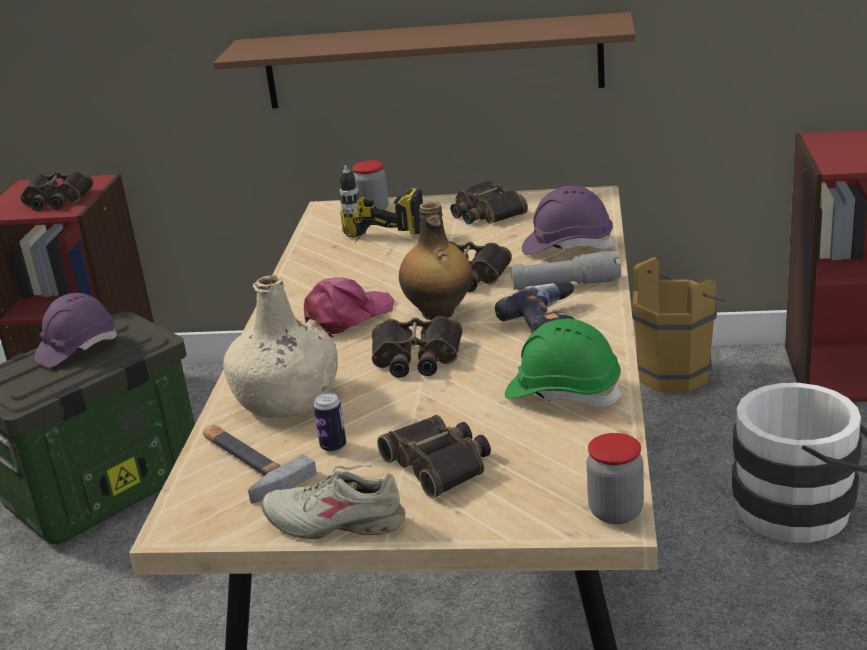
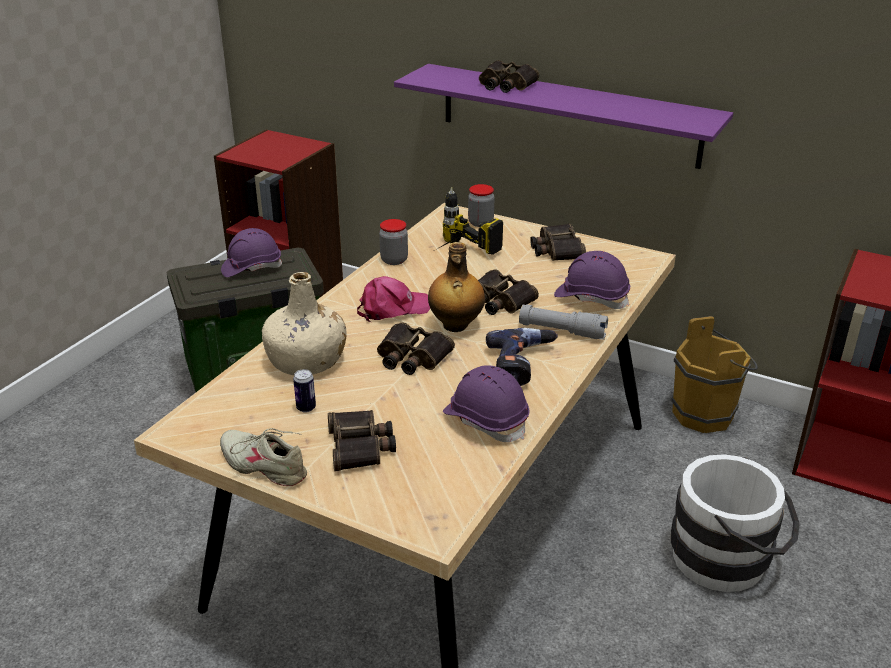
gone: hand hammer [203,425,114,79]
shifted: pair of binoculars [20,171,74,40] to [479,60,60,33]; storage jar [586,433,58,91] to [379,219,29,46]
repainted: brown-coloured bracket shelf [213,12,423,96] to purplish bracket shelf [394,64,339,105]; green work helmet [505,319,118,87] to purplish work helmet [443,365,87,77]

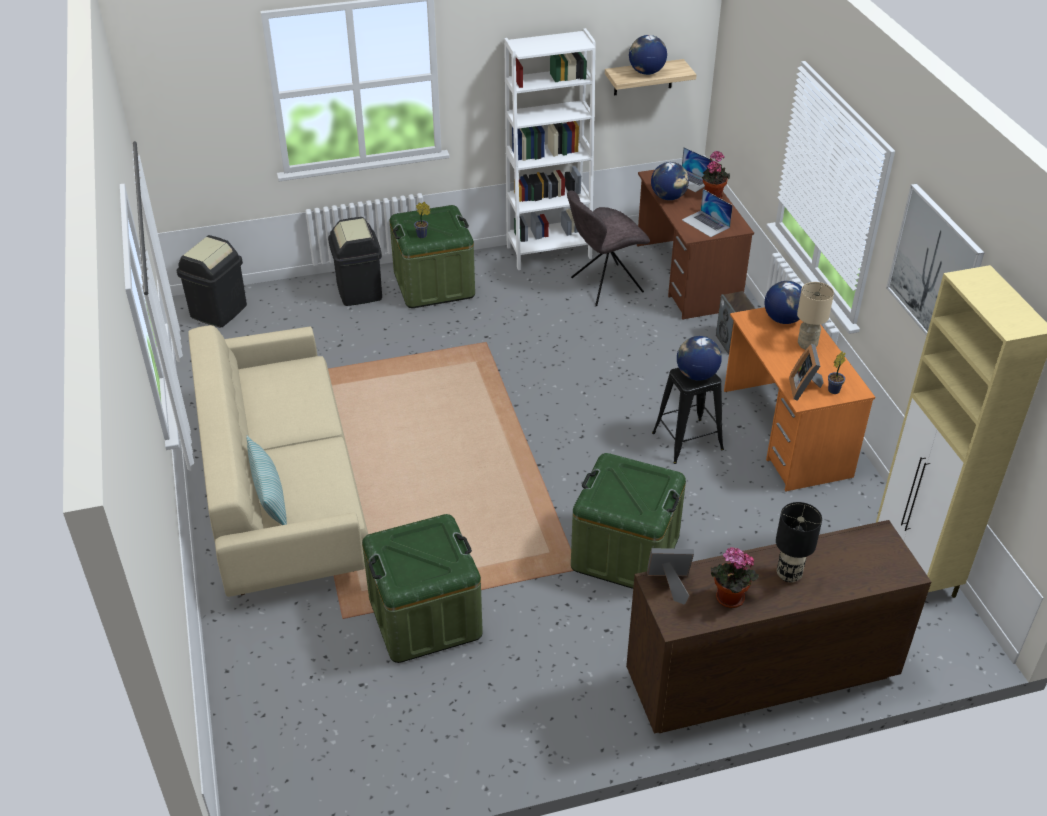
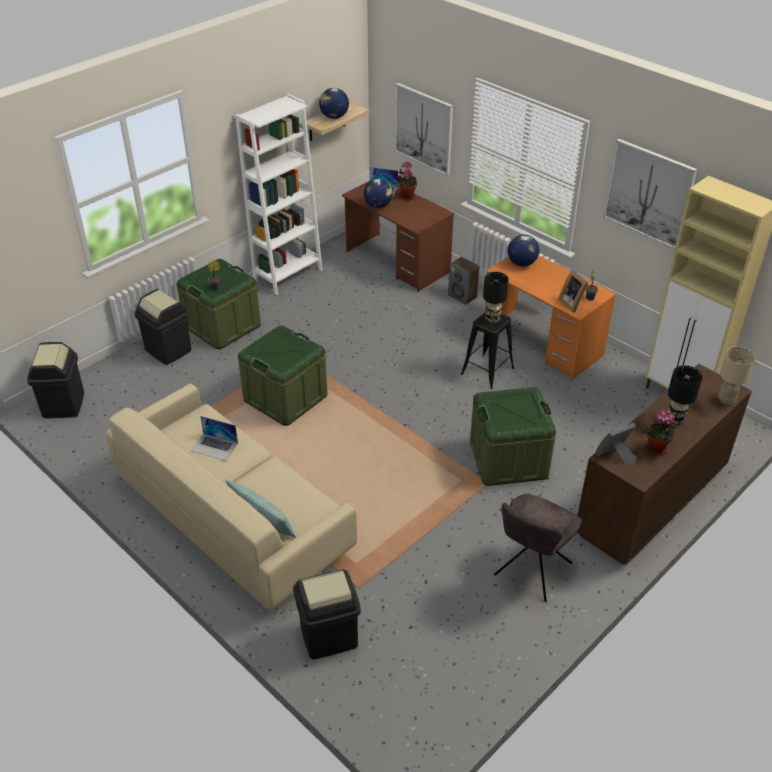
new: wall picture [394,83,59,93]; black waste bin [293,569,68,90]
shifted: portable computer [682,189,51,48] to [191,416,47,45]; grey plain chair [567,190,83,116] to [494,494,88,108]; beige-coloured table lamp [797,282,37,68] to [718,347,37,58]; green storage box [362,514,121,149] to [238,325,89,101]
swapped: world globe [677,336,45,45] to black table lamp [483,272,26,51]

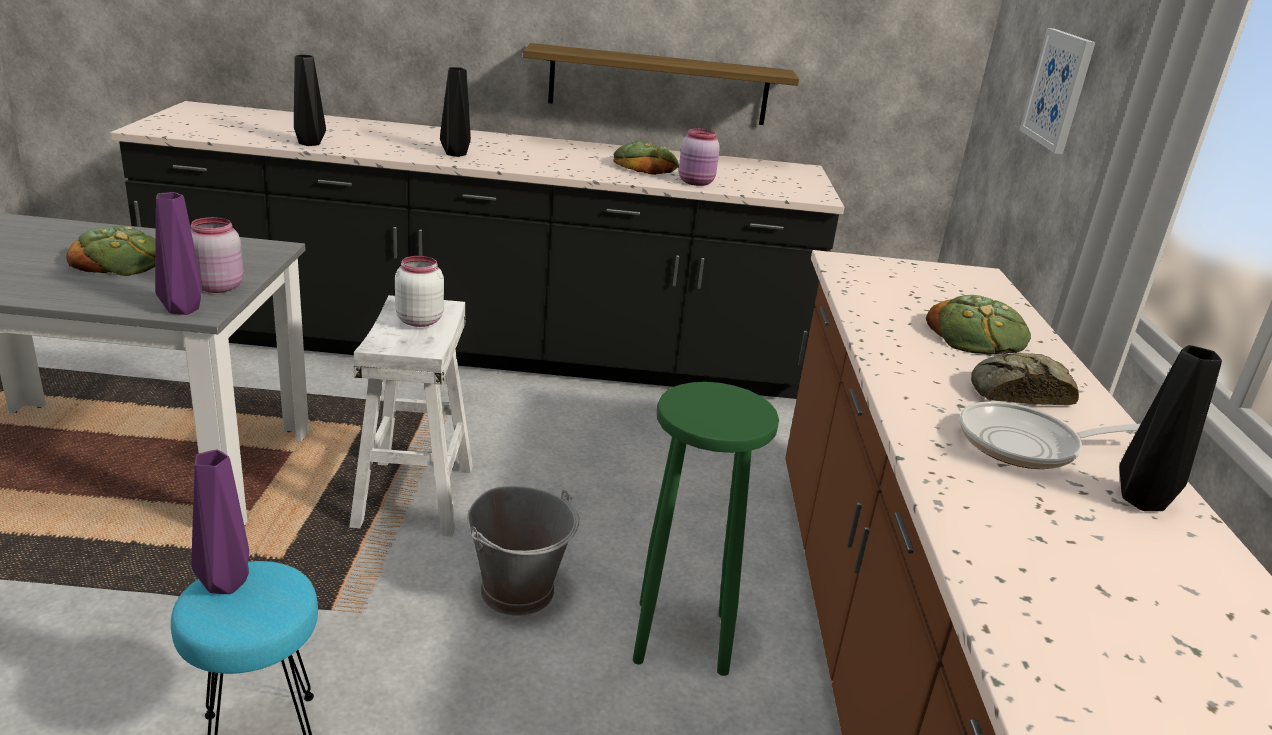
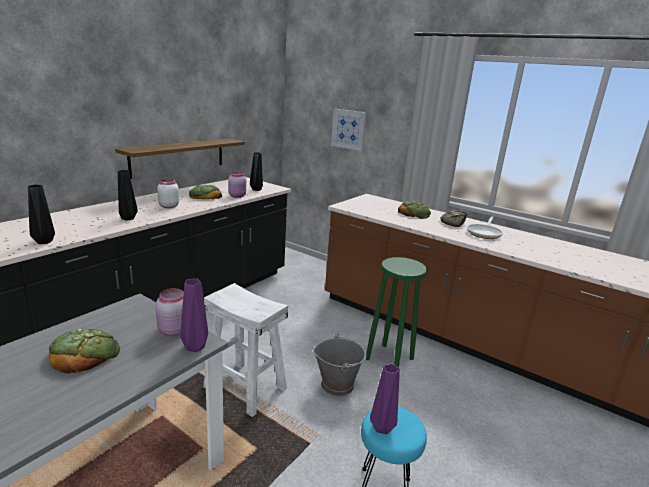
shifted: whitish storage jar [395,256,49,71] to [157,179,22,29]; black decorative vase [1119,345,103,166] to [250,152,13,39]

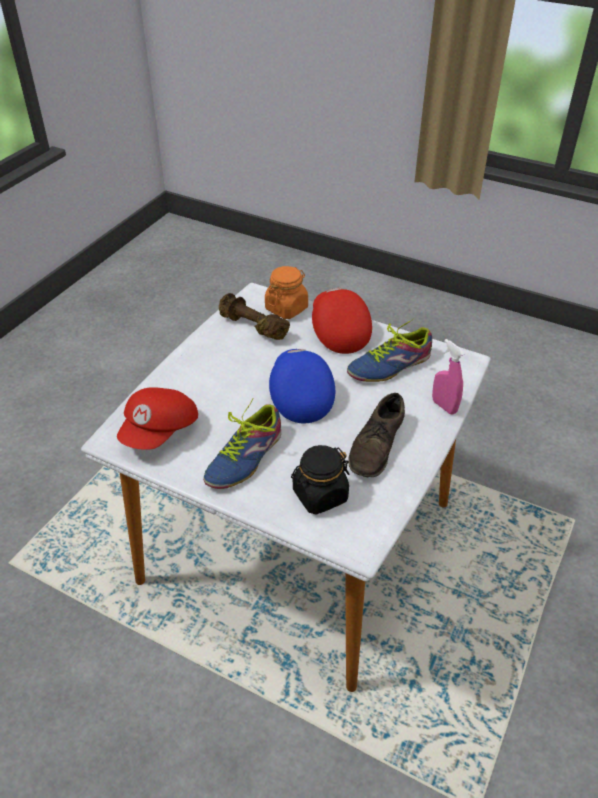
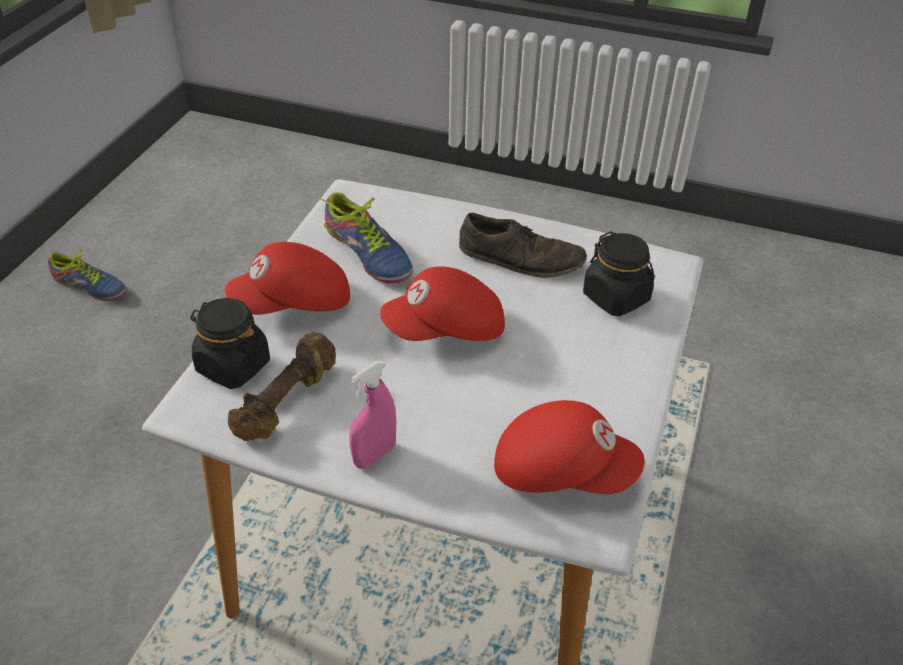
shifted: pinkish spray bottle [432,339,33,76] to [349,360,47,109]; shoe [203,399,78,90] to [44,249,82,52]
repainted: orange storage jar [265,266,43,53] to black storage jar [190,298,80,91]; bluish baseball cap [269,349,66,74] to reddish baseball cap [380,266,125,75]

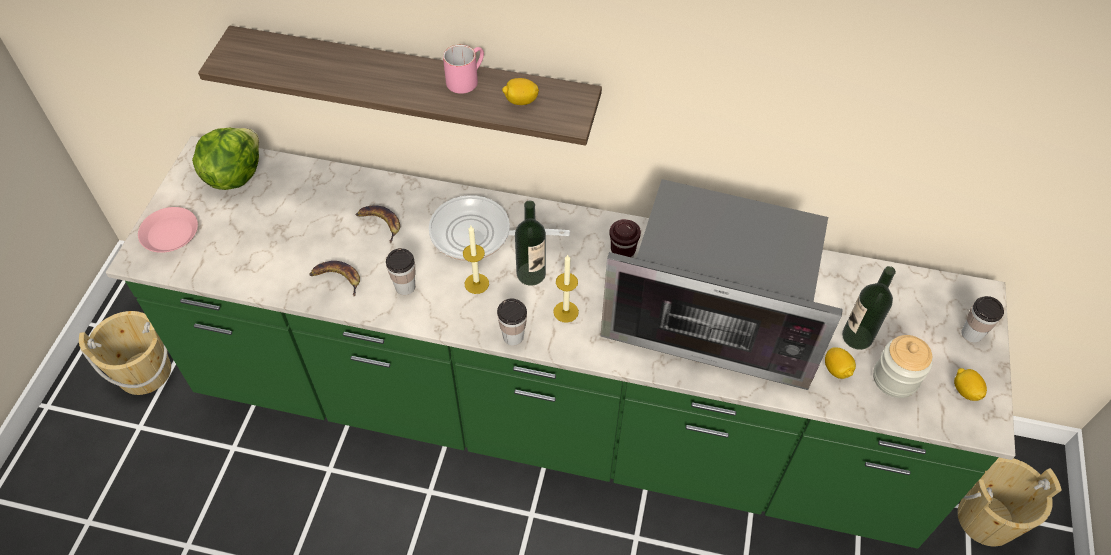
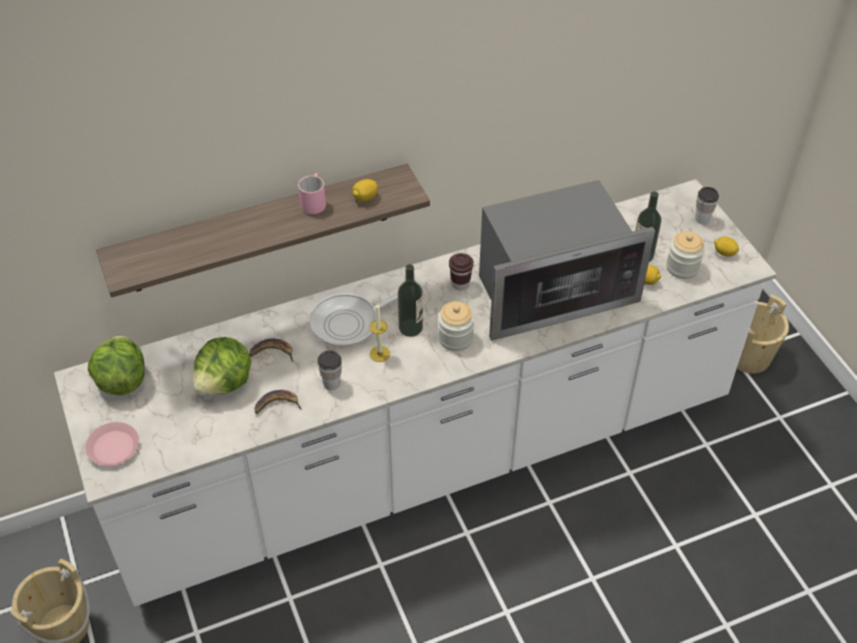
gone: drinking cup [497,298,30,48]
new: lettuce head [193,337,59,59]
swapped: wax candle [553,255,26,68] to storage jar [438,301,36,50]
repainted: green counter [106,136,909,413] to whitish counter [54,179,722,428]

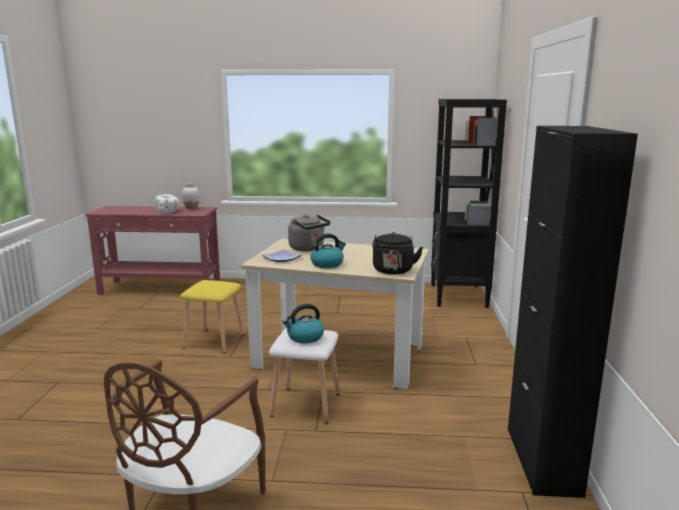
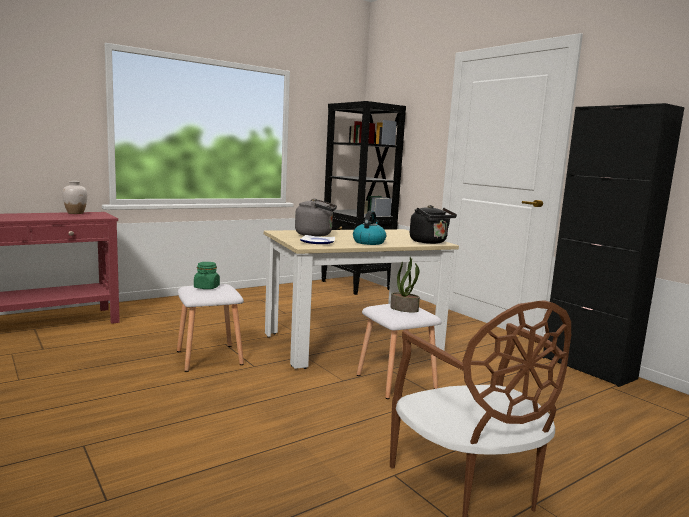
gone: whitish serving bowl [155,194,24,19]
new: green storage jar [194,262,26,27]
swapped: water kettle [282,304,42,39] to potted plant [390,257,30,56]
repainted: yellow-coloured stool seat [180,280,65,74] to whitish stool seat [177,284,67,88]

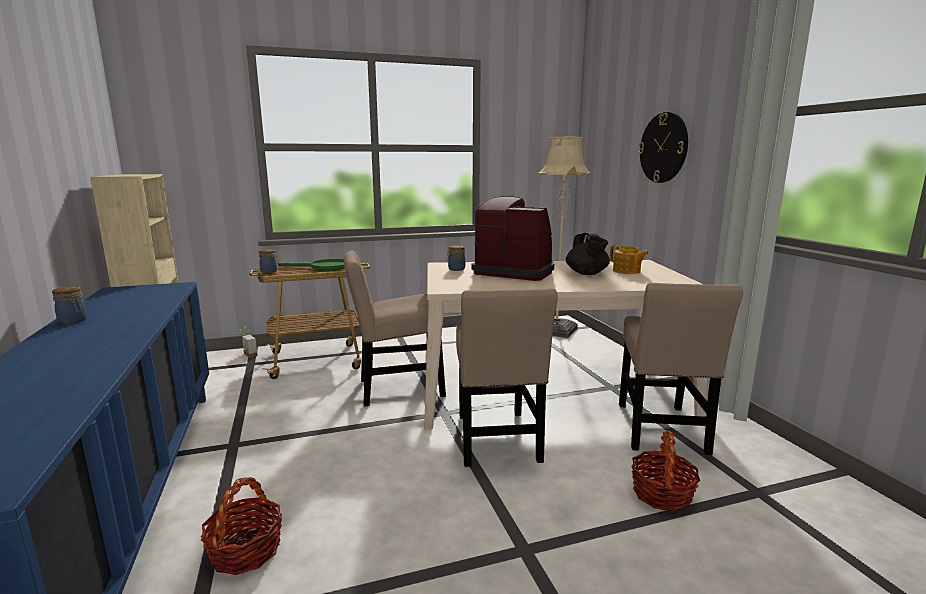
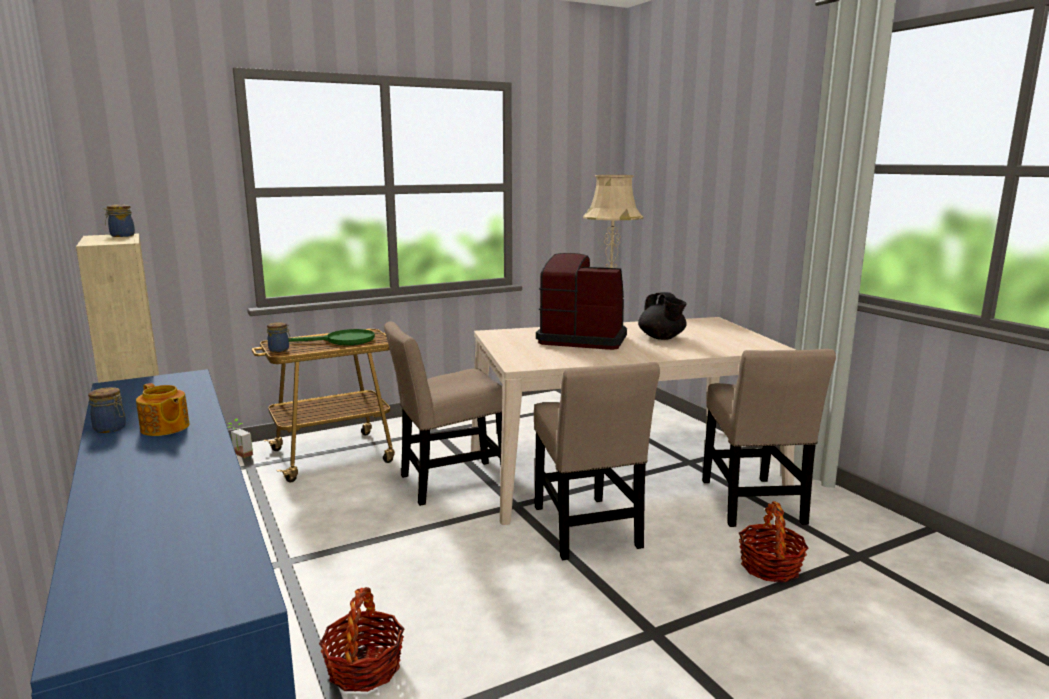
gone: wall clock [638,112,50,71]
shifted: storage jar [447,245,18,26] to [104,204,31,33]; teapot [610,245,39,29] to [136,383,54,53]

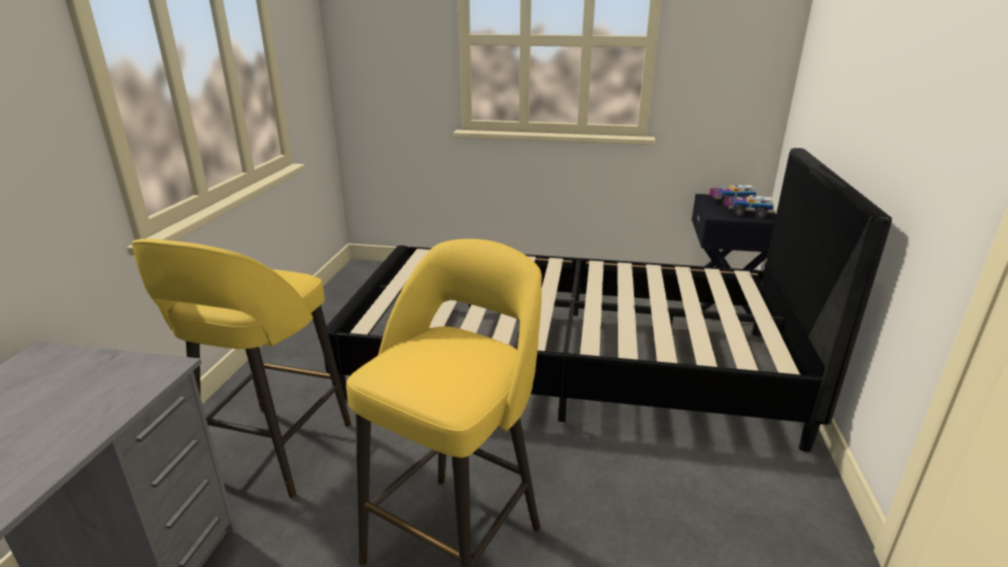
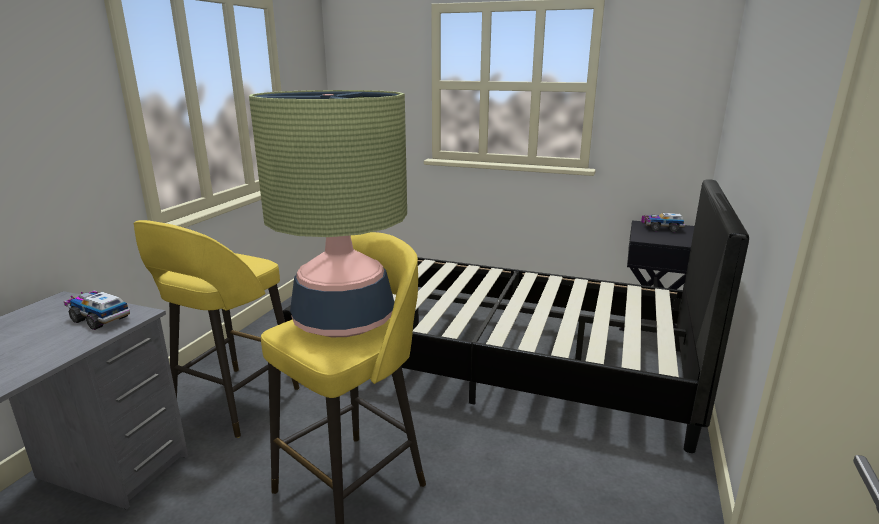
new: table lamp [249,90,158,247]
shifted: toy truck [725,195,50,24] to [64,290,66,40]

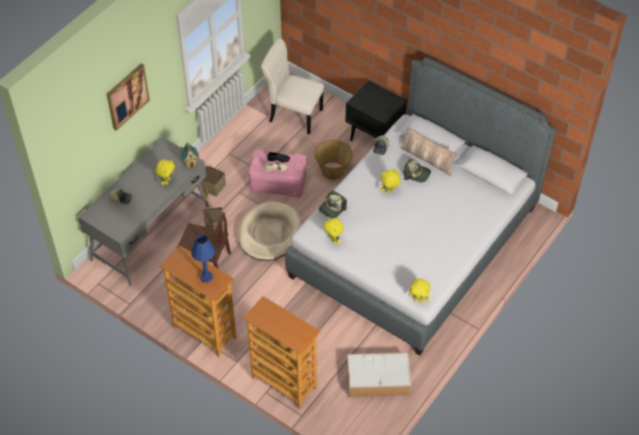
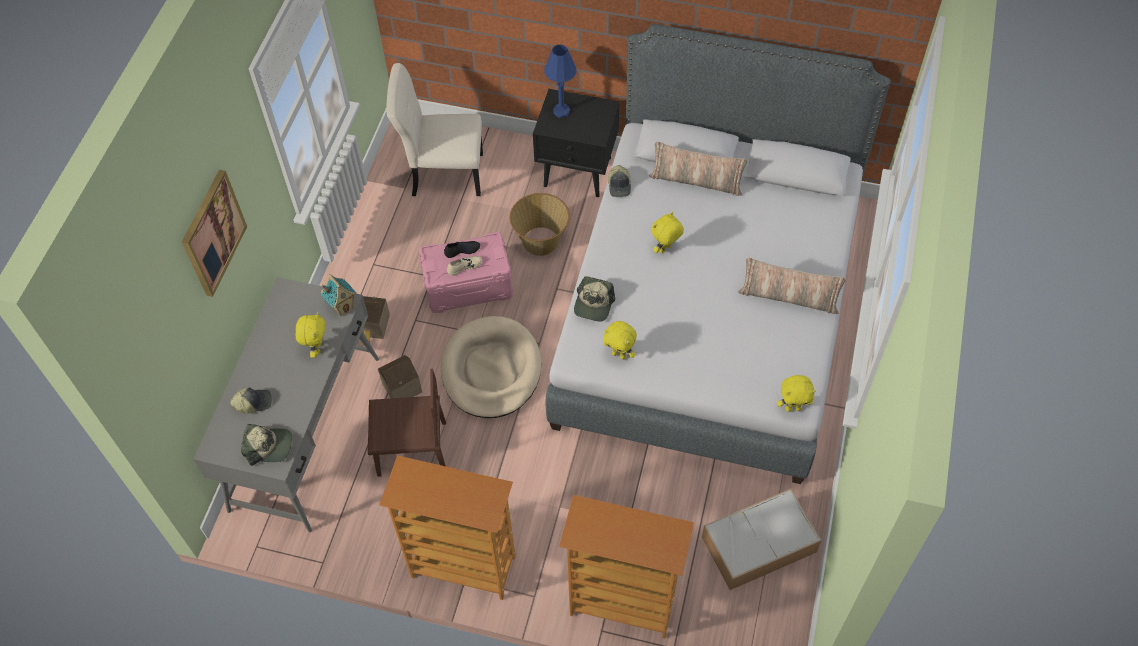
new: cushion [738,258,107,56]
shifted: baseball cap [403,159,28,23] to [241,424,51,42]; bluish table lamp [191,235,24,48] to [544,45,33,73]

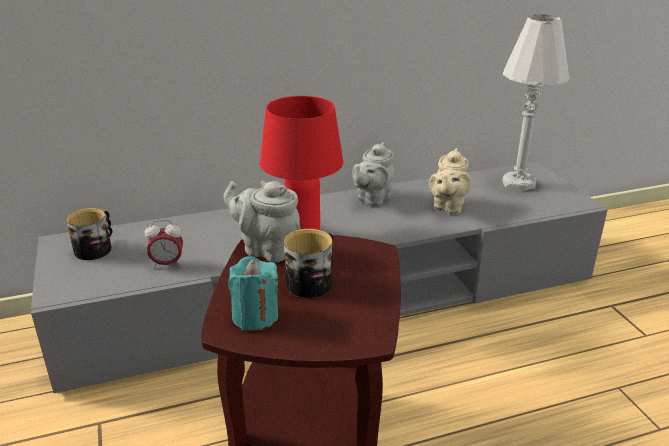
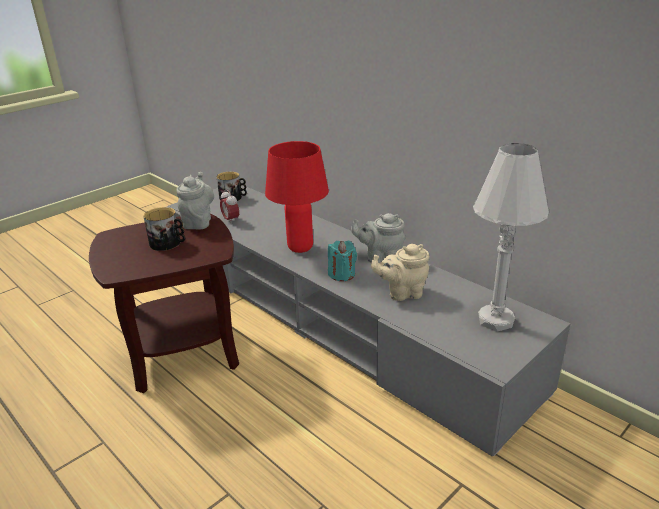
shifted: turquoise wax candle [228,257,50,74] to [328,241,29,40]

